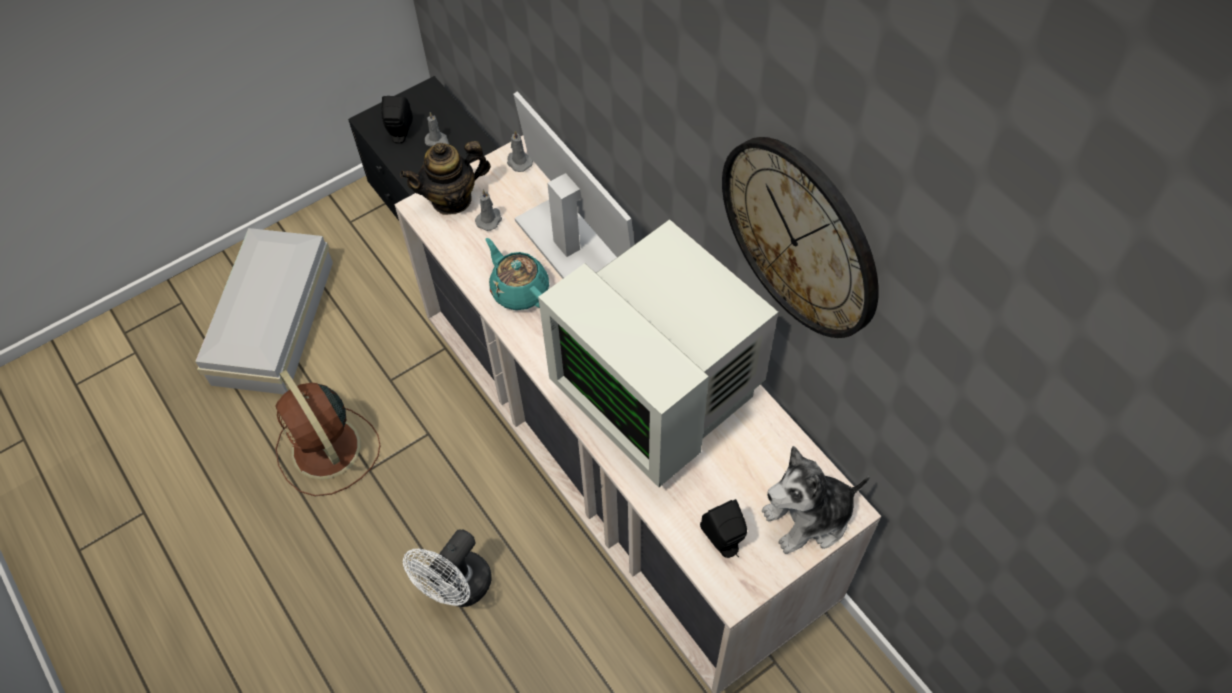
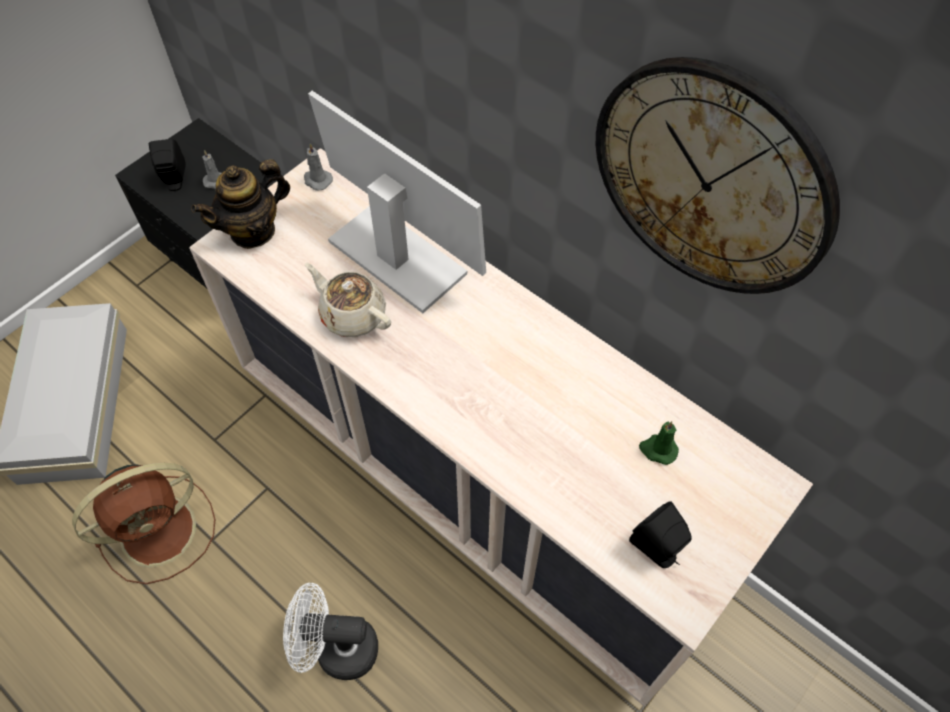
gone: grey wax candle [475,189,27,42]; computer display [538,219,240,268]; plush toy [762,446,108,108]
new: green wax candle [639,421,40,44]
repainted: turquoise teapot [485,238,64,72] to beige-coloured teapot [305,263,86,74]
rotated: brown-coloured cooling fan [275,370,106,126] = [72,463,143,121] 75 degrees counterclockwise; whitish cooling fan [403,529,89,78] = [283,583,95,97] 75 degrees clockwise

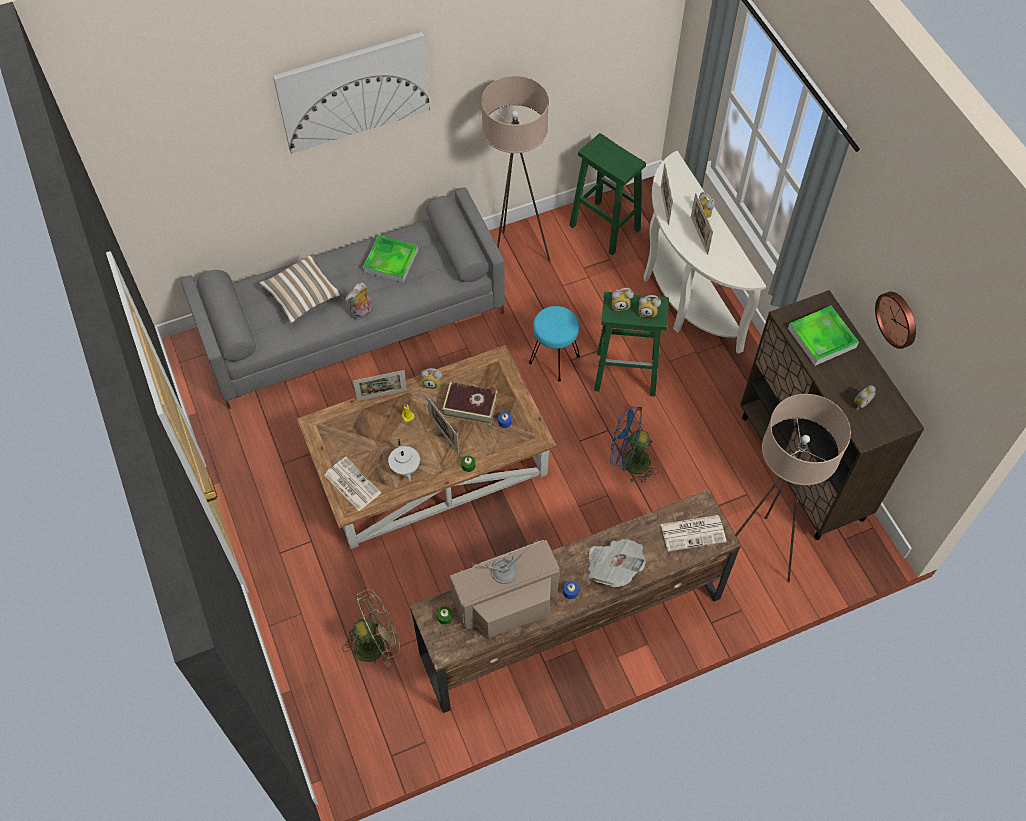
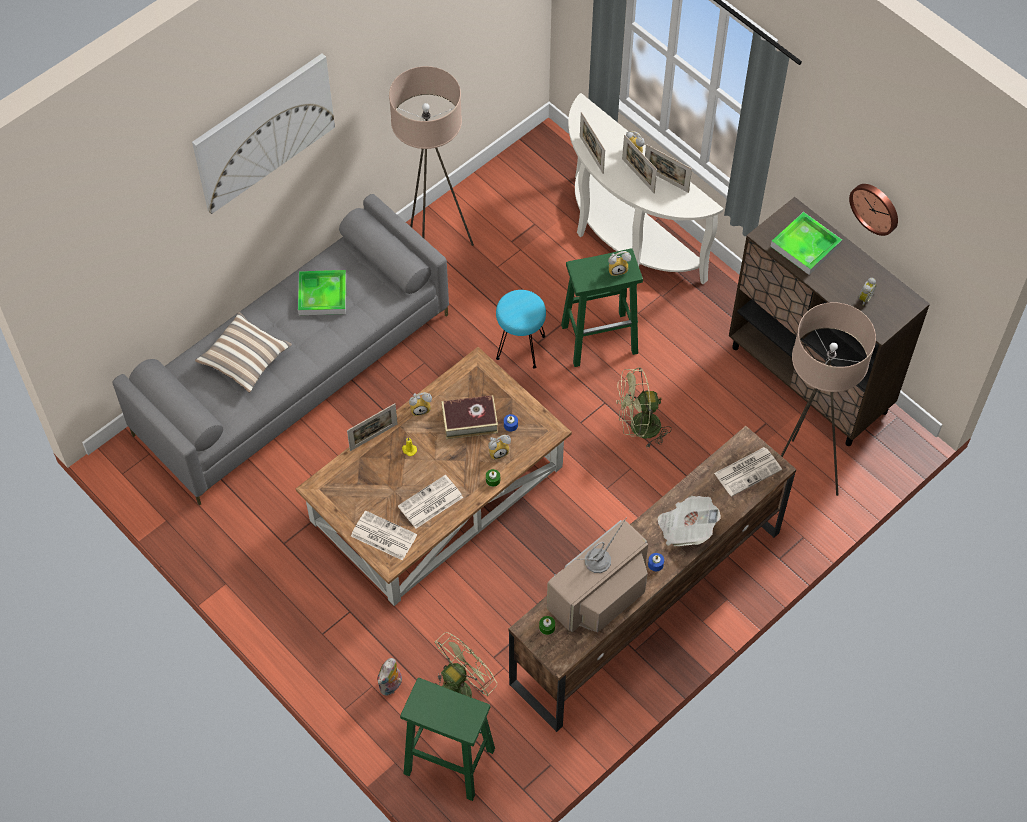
shifted: green stool seat [569,133,77,123] to [400,678,95,123]; plush toy [345,283,28,37] to [377,658,25,38]; alarm clock [612,288,22,23] to [488,435,23,25]; photo frame [427,397,32,57] to [645,144,47,49]
swapped: whitish teapot [388,439,32,42] to newspaper [398,475,65,54]
repainted: bluish cooling fan [610,405,49,78] to green cooling fan [616,367,56,81]

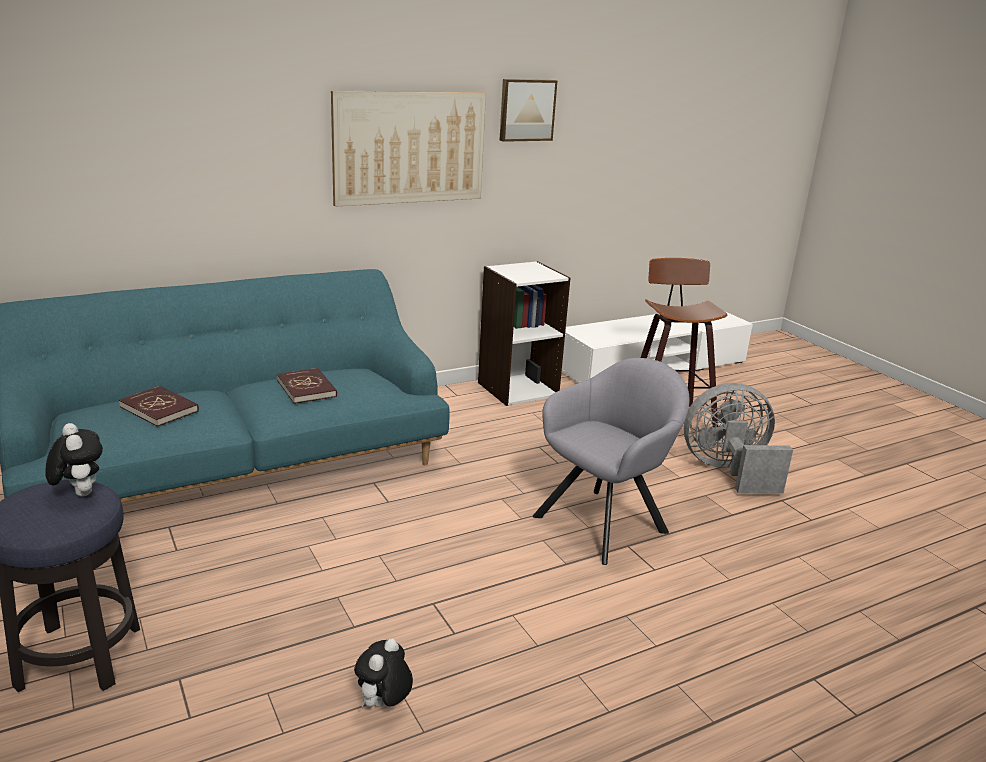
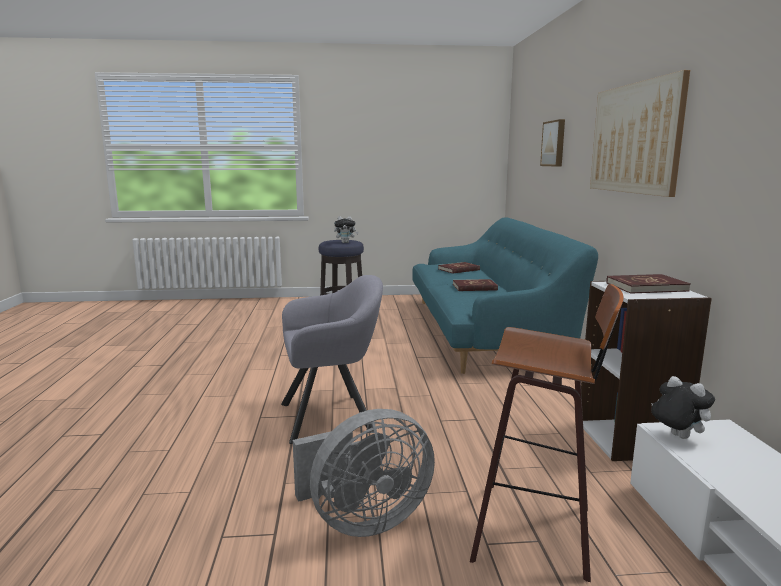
new: reddish volume [606,274,85,20]
shifted: wall picture [499,79,58,63] to [540,119,25,47]; plush toy [354,638,59,70] to [651,376,64,63]
rotated: grey lounge chair [533,358,156,207] = [281,275,102,169] 90 degrees counterclockwise; grey cooling fan [684,383,109,110] = [293,409,142,128] 45 degrees clockwise

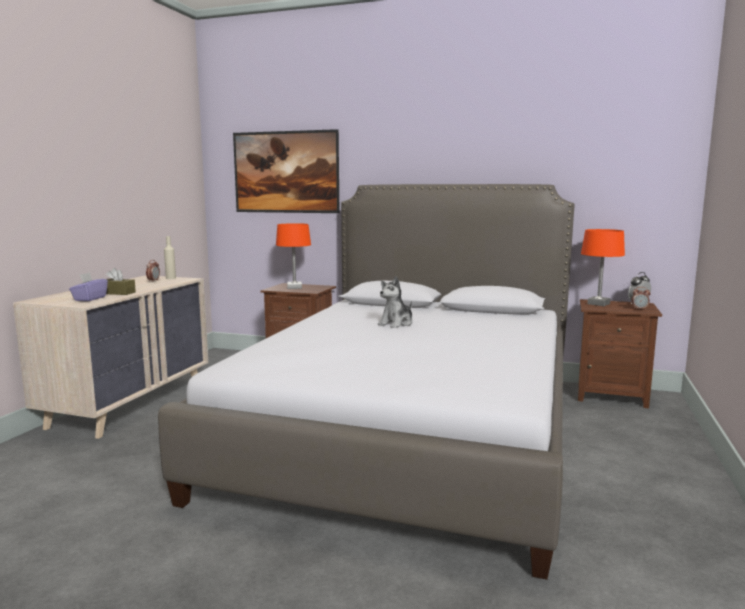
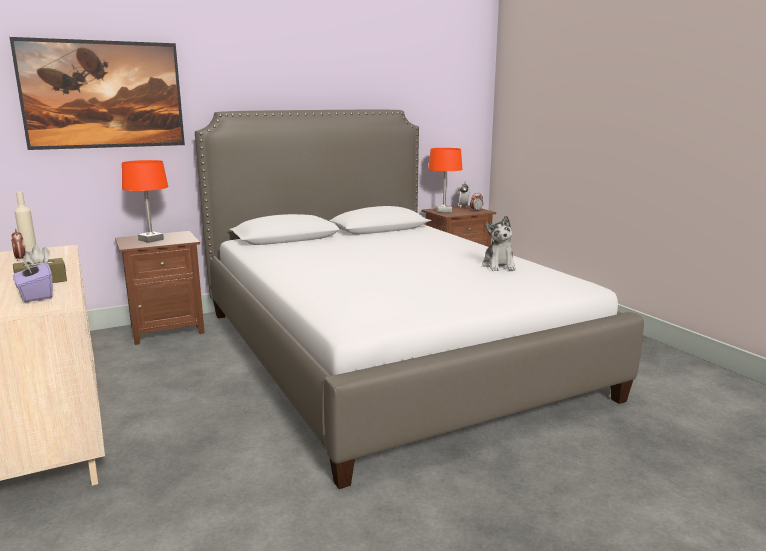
shifted: plush toy [378,276,35,52] to [482,215,34,56]

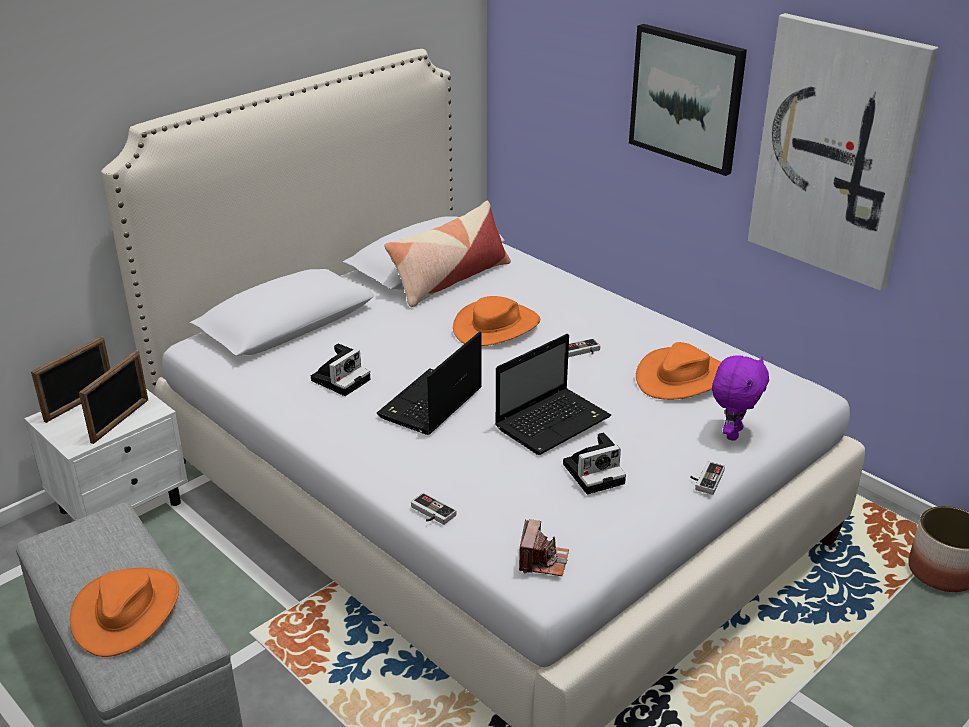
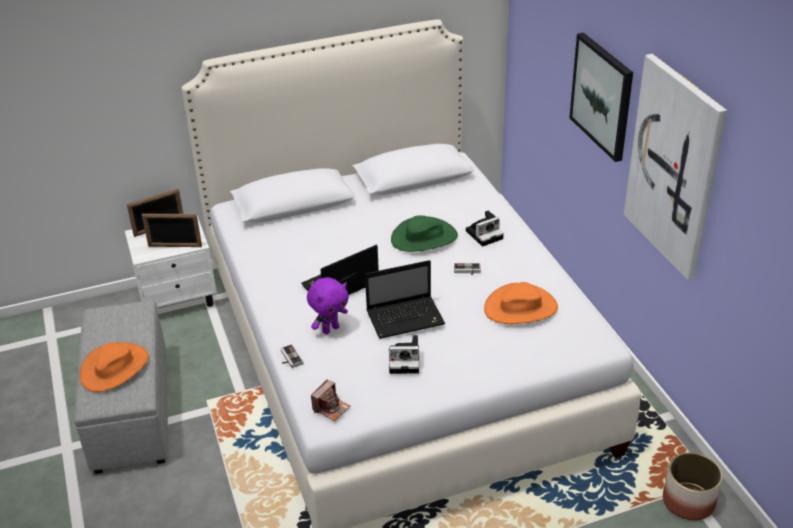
gone: cushion [384,201,127,106]; gamepad [690,461,35,34]
shifted: still camera [311,344,59,52] to [466,211,38,36]; purplish plush toy [712,356,57,85] to [307,277,42,57]
repainted: orange hat [453,296,87,50] to green hat [391,216,67,36]
rotated: photo frame [79,350,69,94] = [142,214,60,33] 45 degrees clockwise

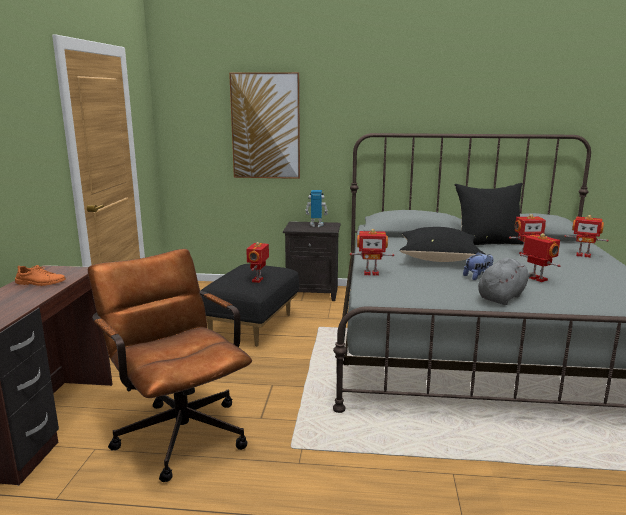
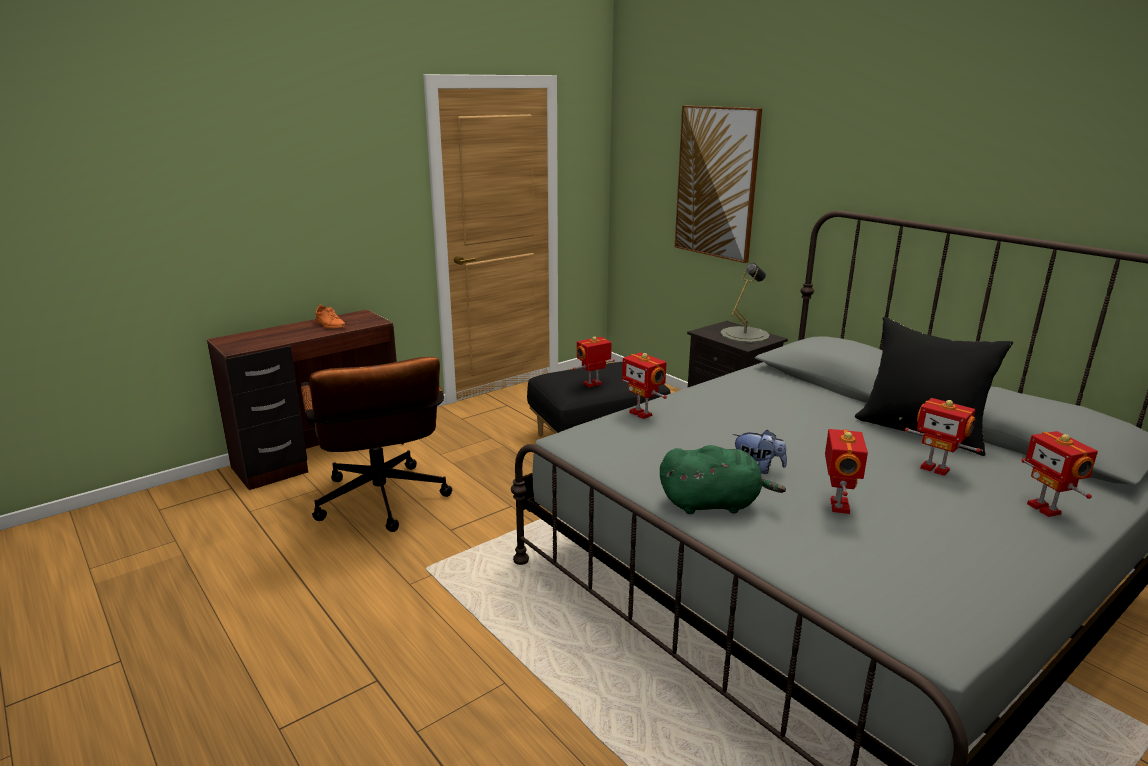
gone: black cushion [400,227,86,35]
swapped: toy robot [305,190,23,37] to grey table lamp [720,263,50,80]
repainted: grey plush toy [478,258,56,47] to green plush toy [660,445,126,69]
rotated: brown-coloured office chair [88,249,164,233] = [301,357,151,175] 150 degrees clockwise

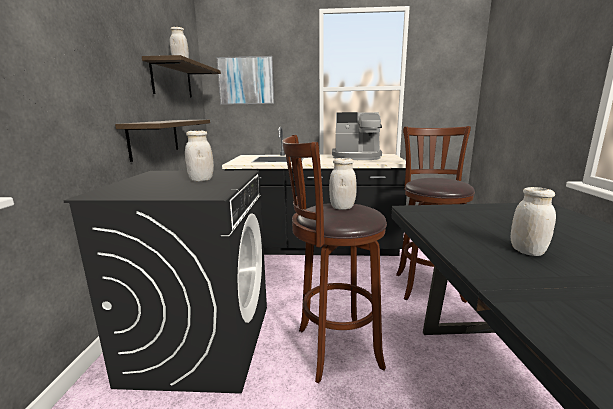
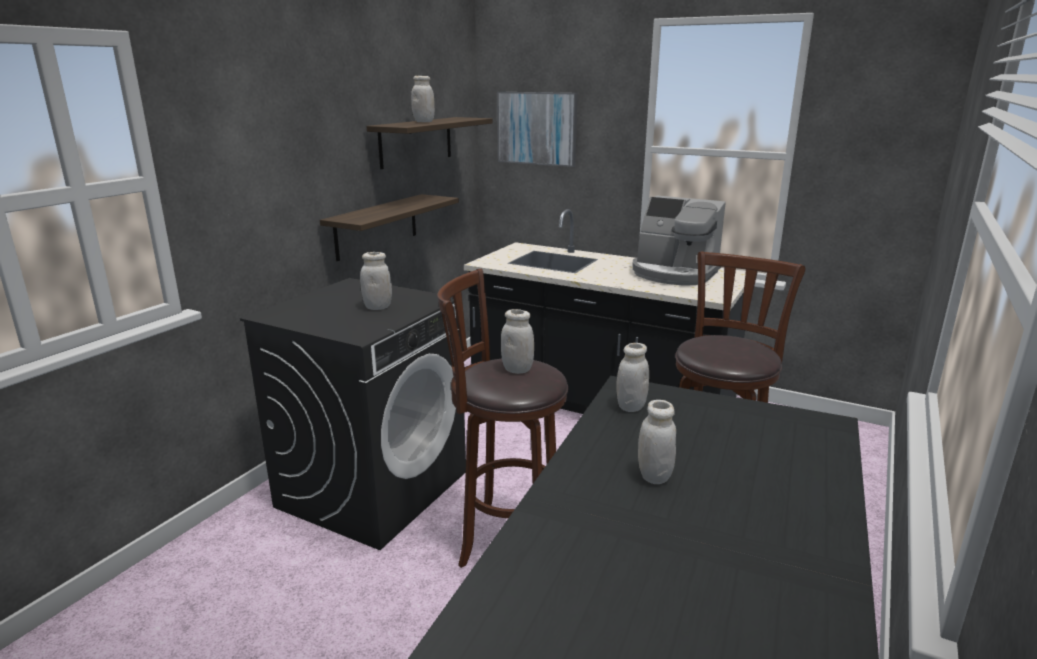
new: whitish storage jar [616,343,33,69]

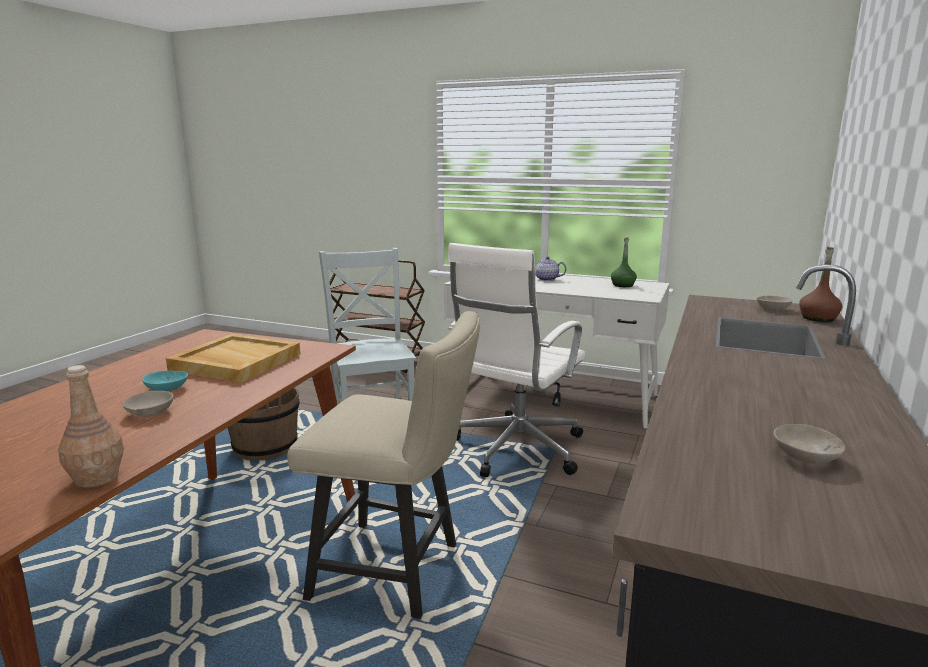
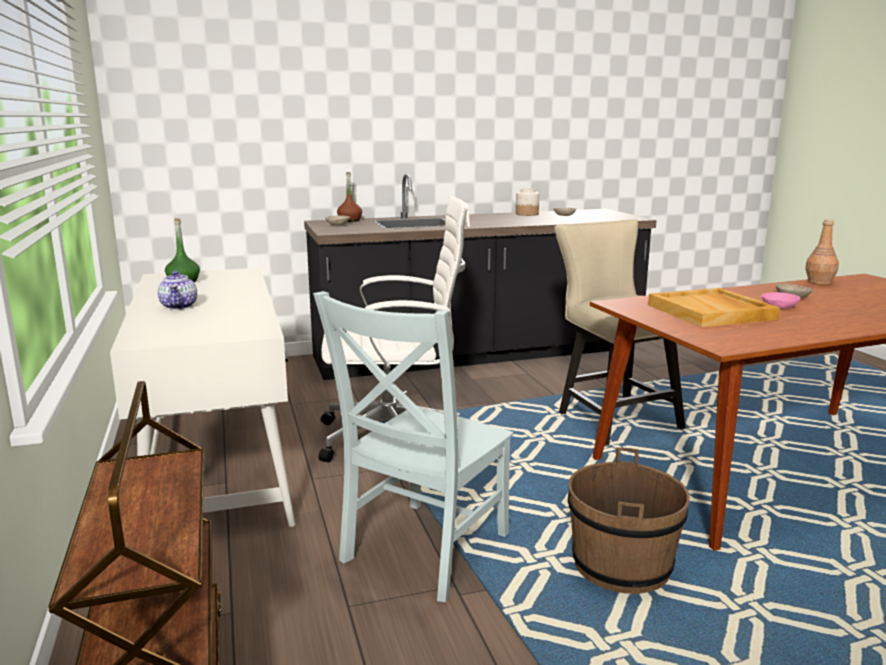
new: storage jar [516,188,23,28]
repainted: turquoise serving bowl [142,371,46,20] to pinkish serving bowl [761,292,39,17]

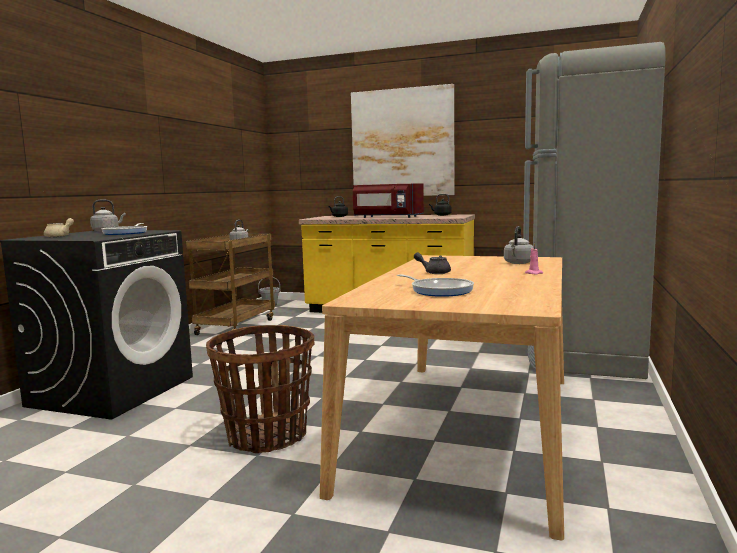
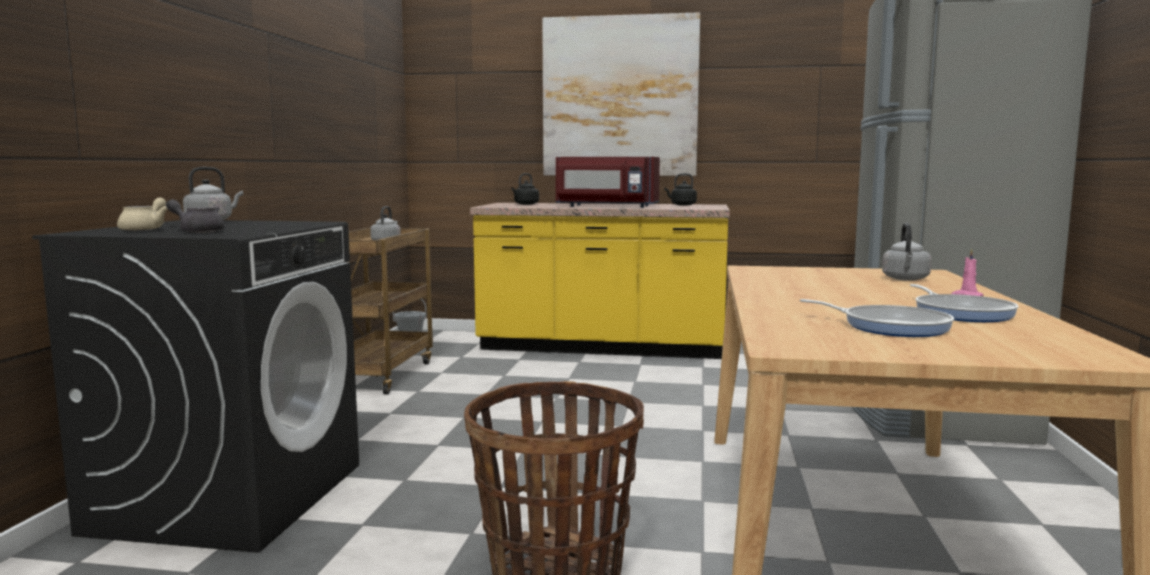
shifted: pan [101,223,46,12] to [910,284,109,38]; grey teapot [414,252,37,22] to [166,199,58,34]

